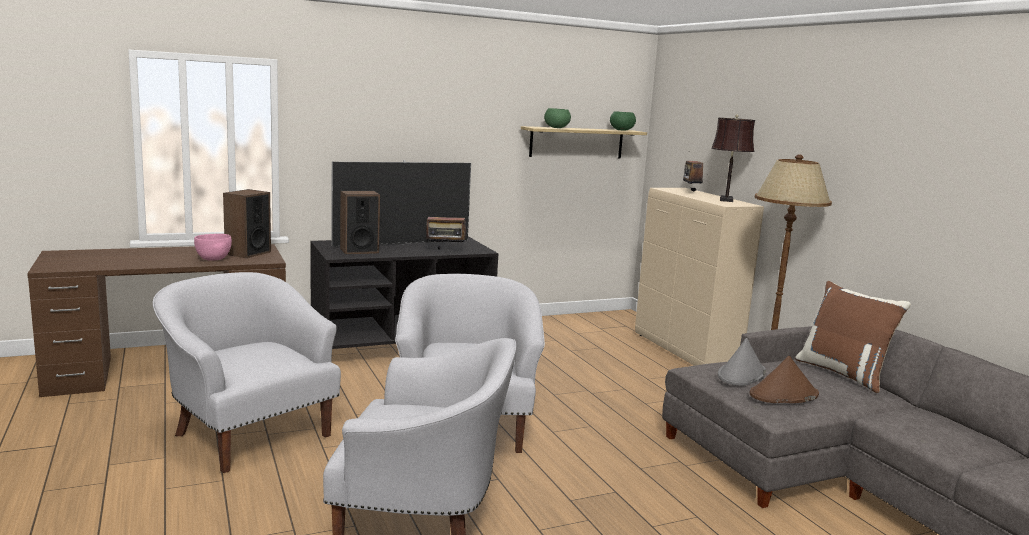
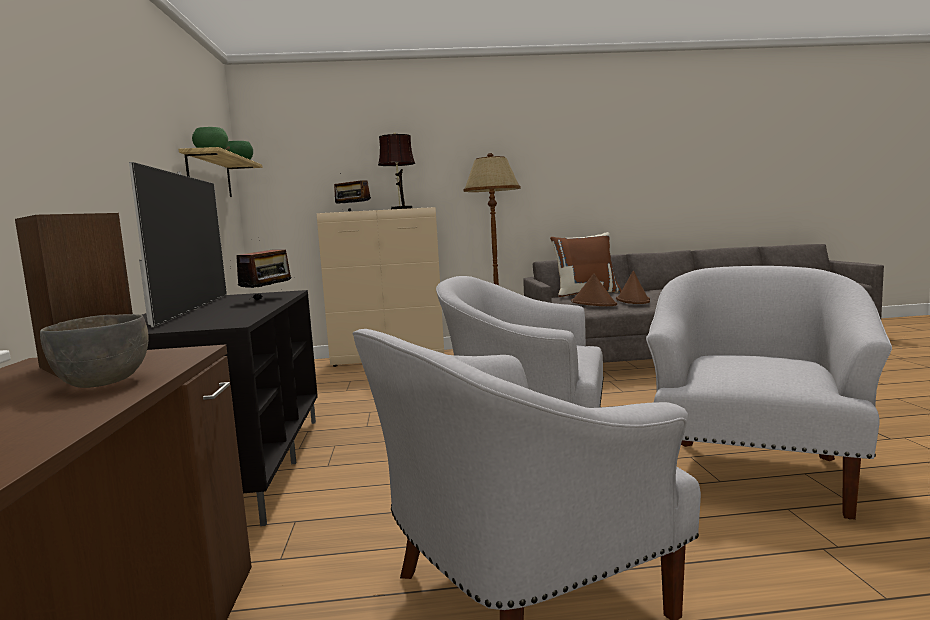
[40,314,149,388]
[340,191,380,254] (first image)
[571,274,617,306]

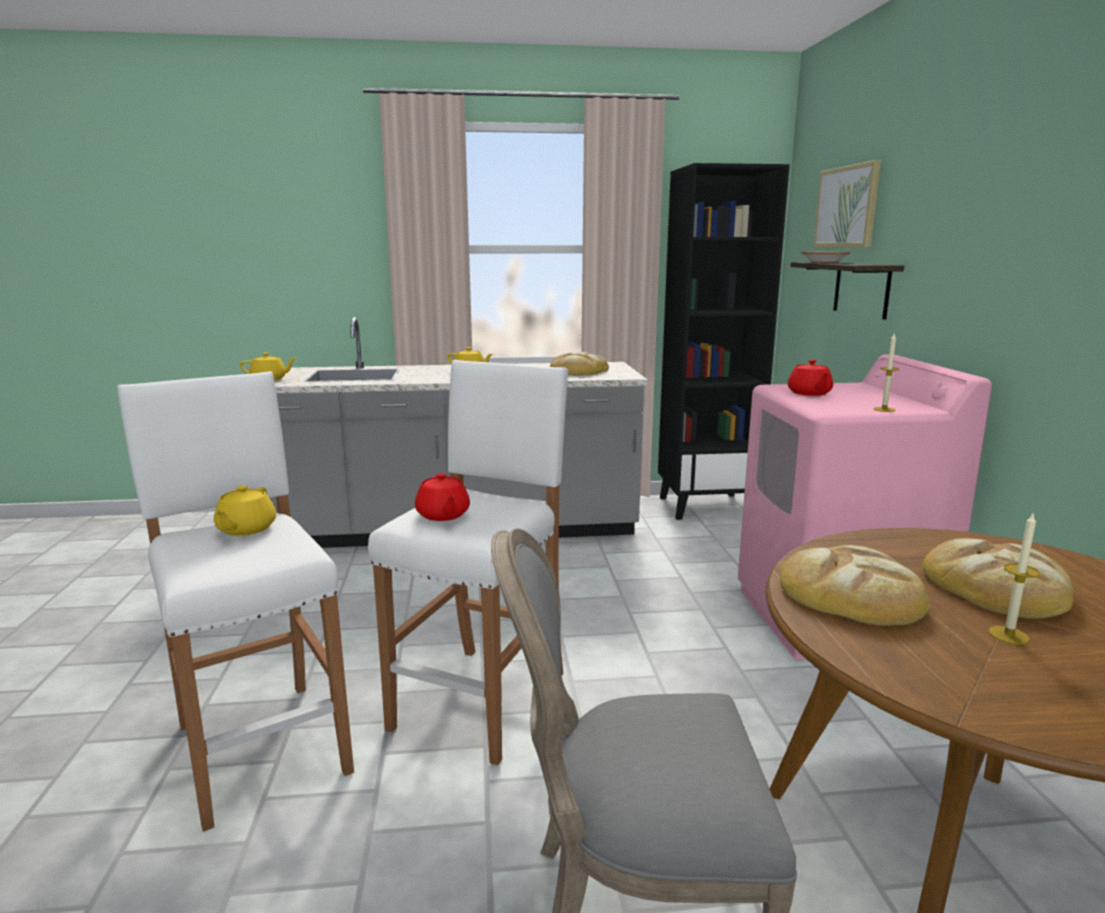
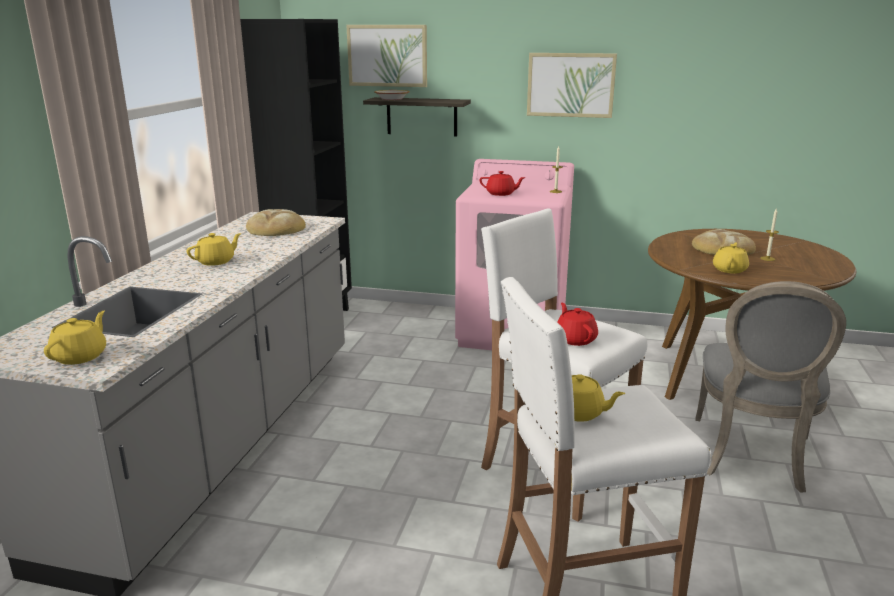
[557,303,598,346]
[713,242,749,274]
[527,53,617,118]

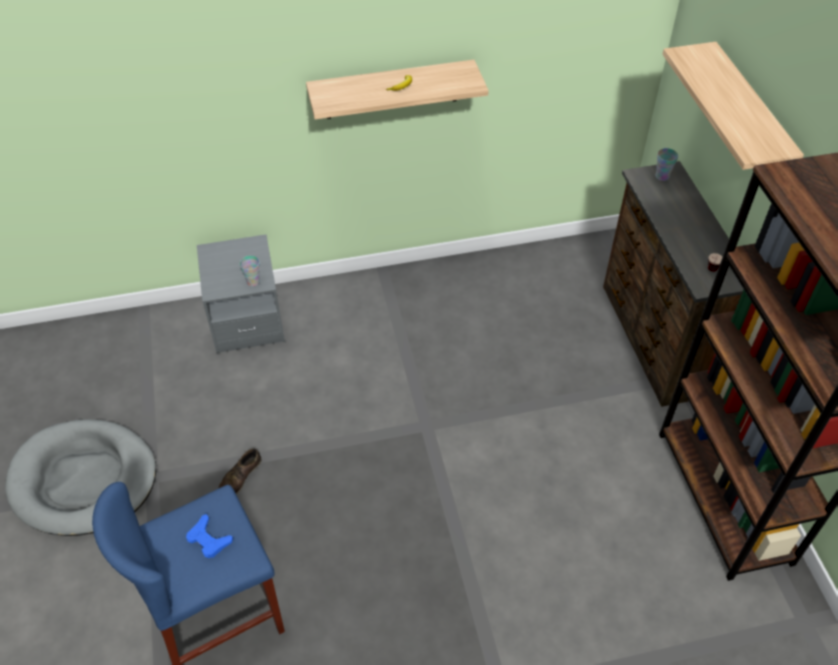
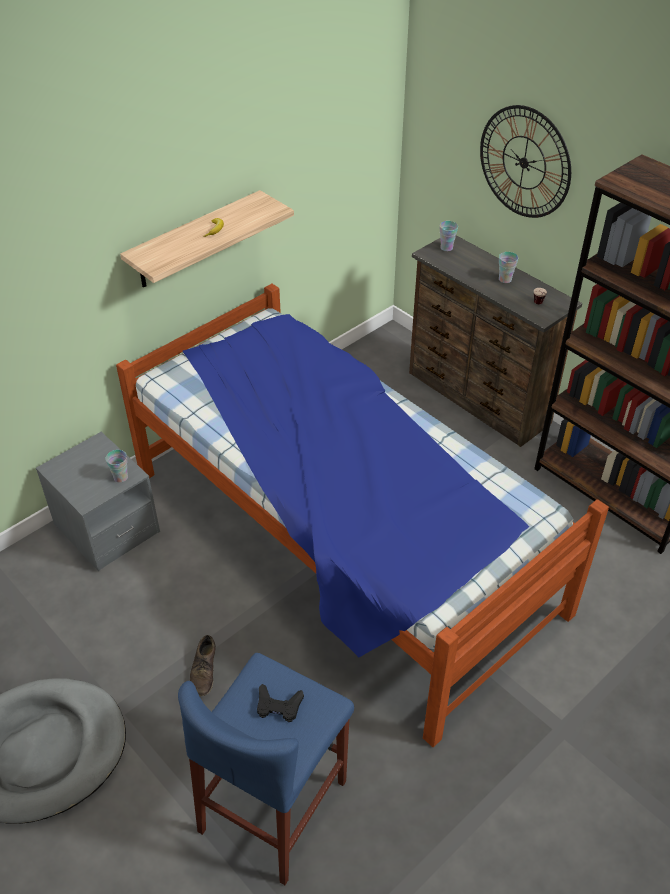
[257,684,304,722]
[480,105,571,218]
[116,284,609,747]
[499,252,518,283]

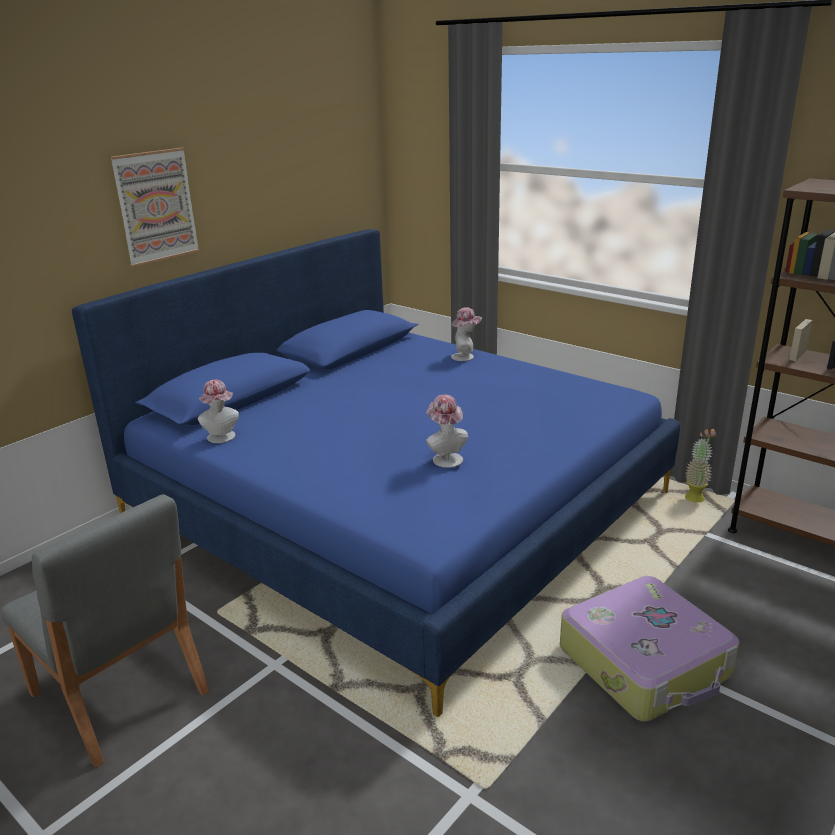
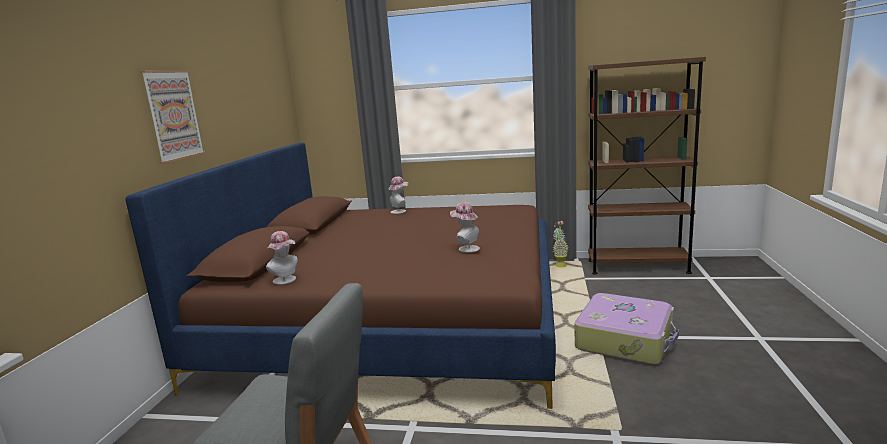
[125,143,556,409]

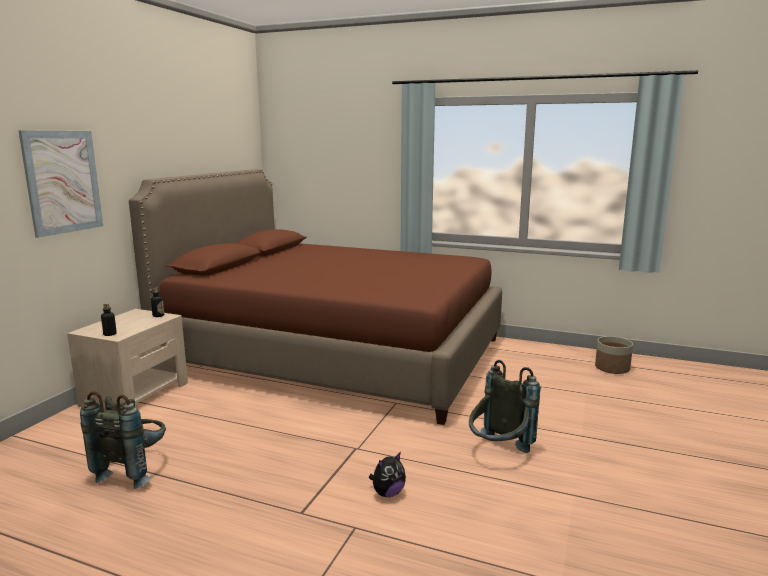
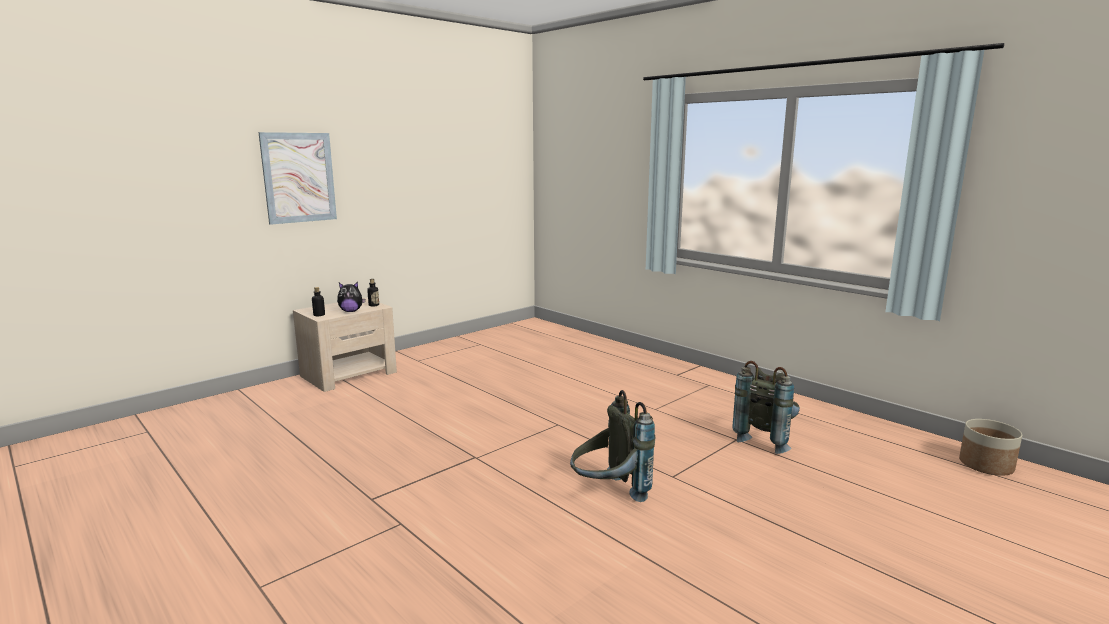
[732,361,800,454]
[129,169,502,425] (first image)
[337,282,365,312]
[959,419,1022,476]

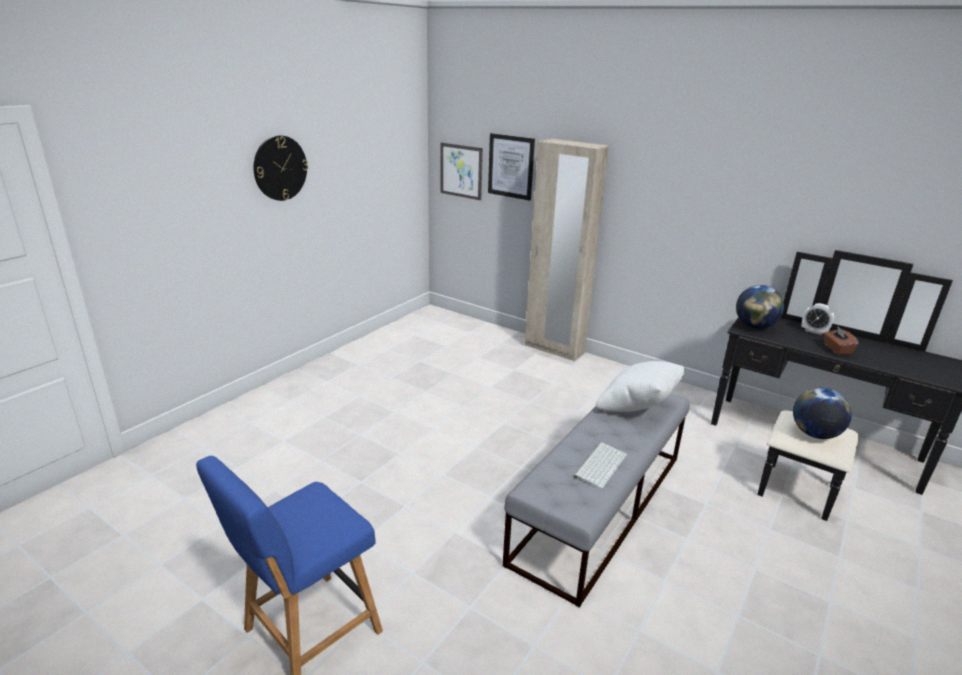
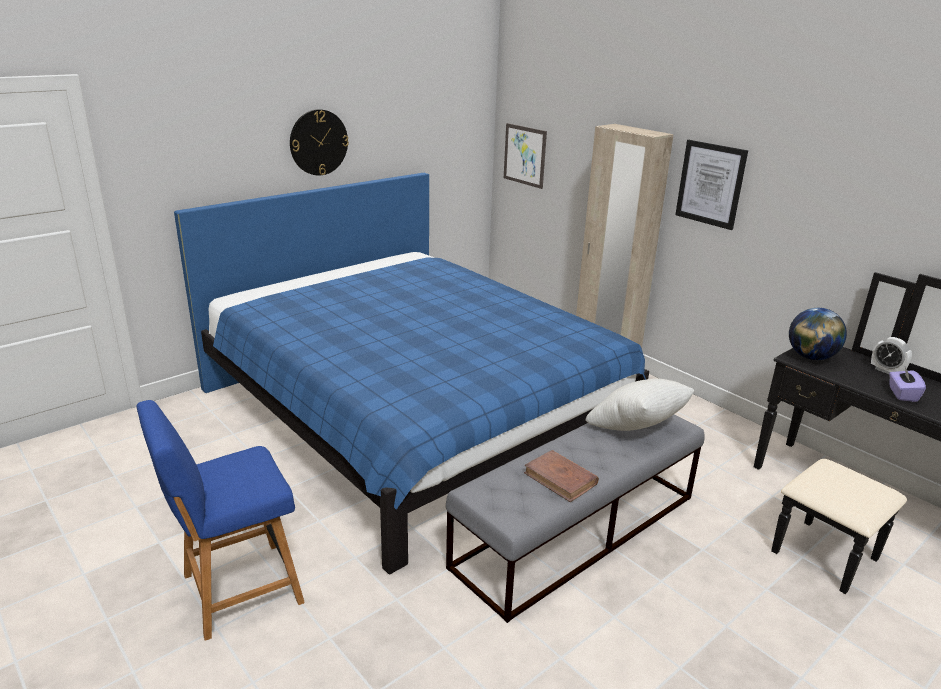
[675,140,748,230]
[524,450,599,502]
[793,387,852,439] (first image)
[889,367,926,402]
[174,173,649,574]

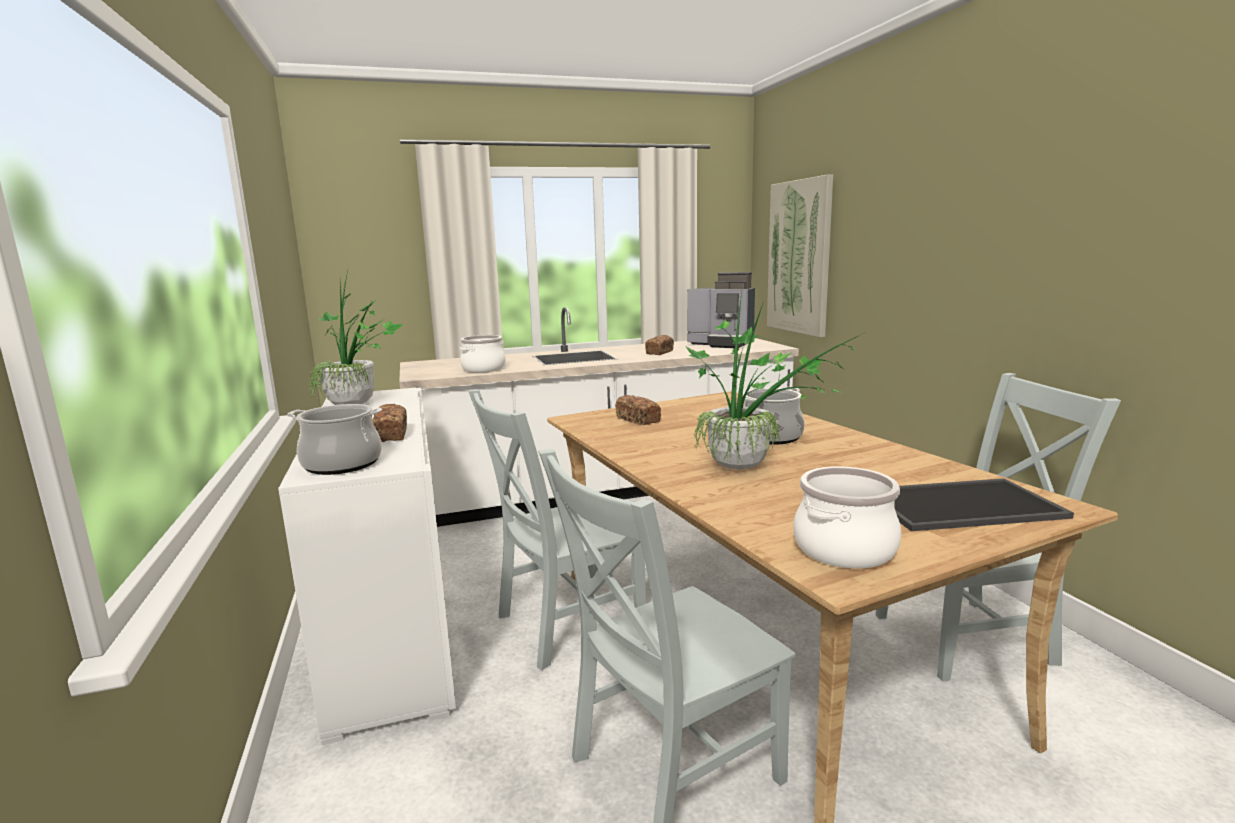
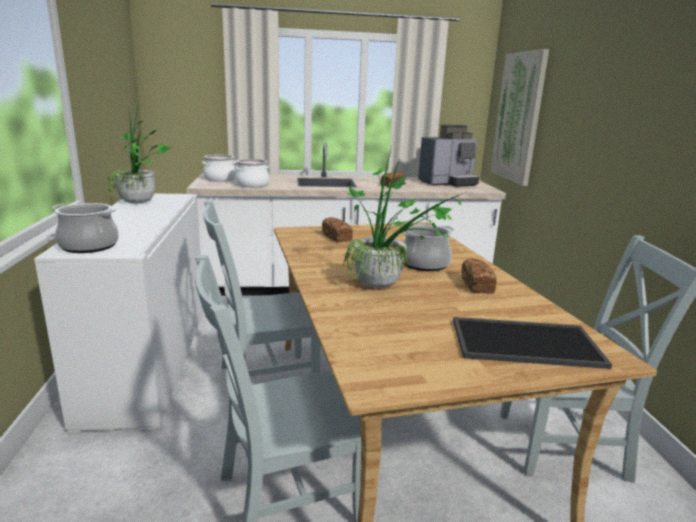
[461,258,497,294]
[418,125,479,187]
[202,155,236,182]

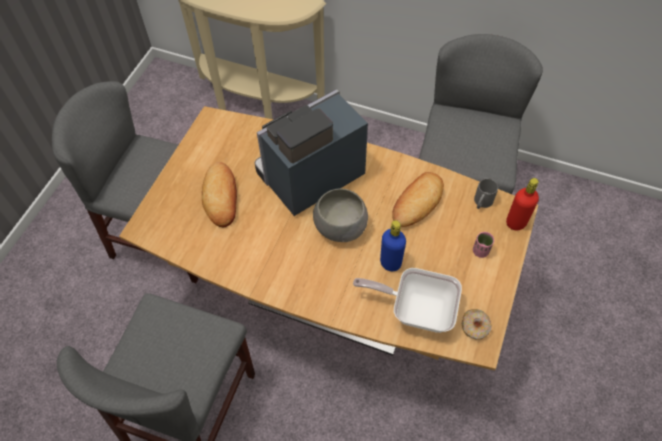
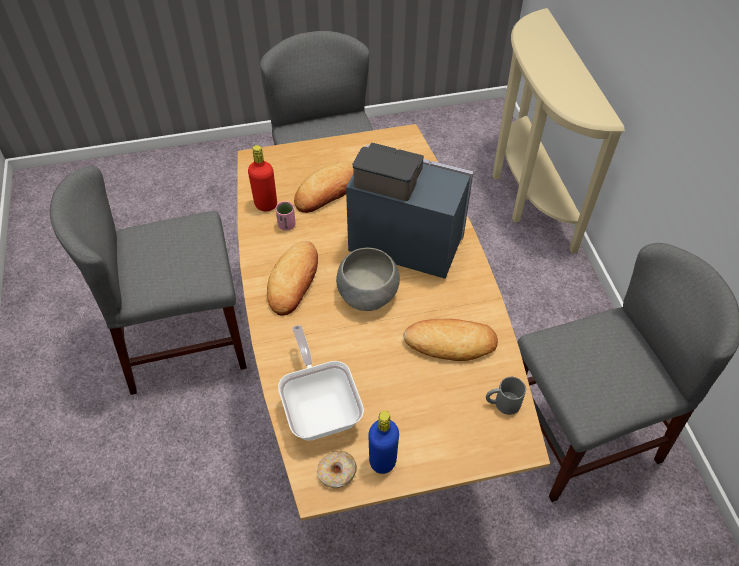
[368,411,399,474]
[275,201,296,231]
[248,145,277,211]
[267,241,318,316]

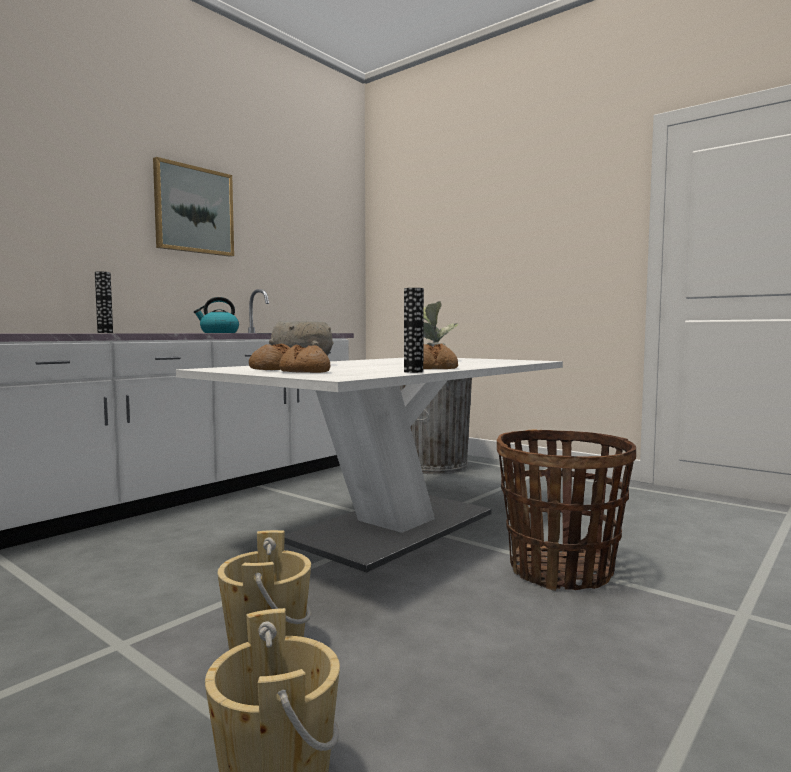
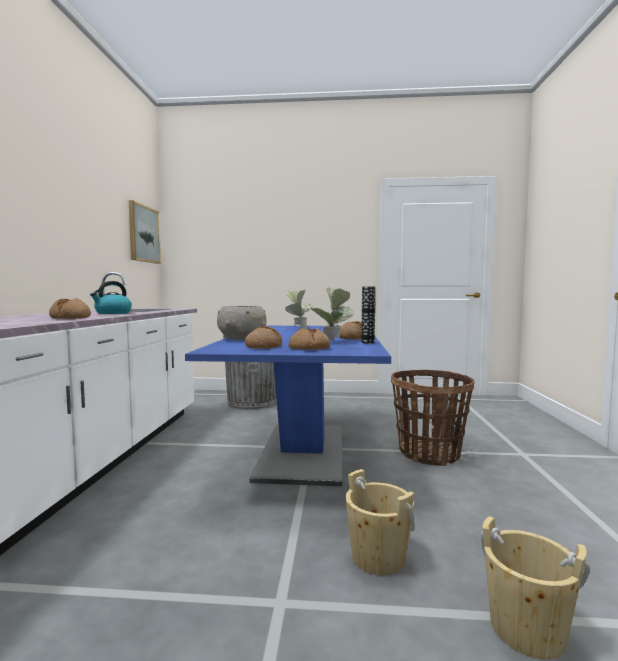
[95,271,113,333] (first image)
[129,200,161,264]
[185,326,391,486]
[49,298,91,319]
[311,287,354,341]

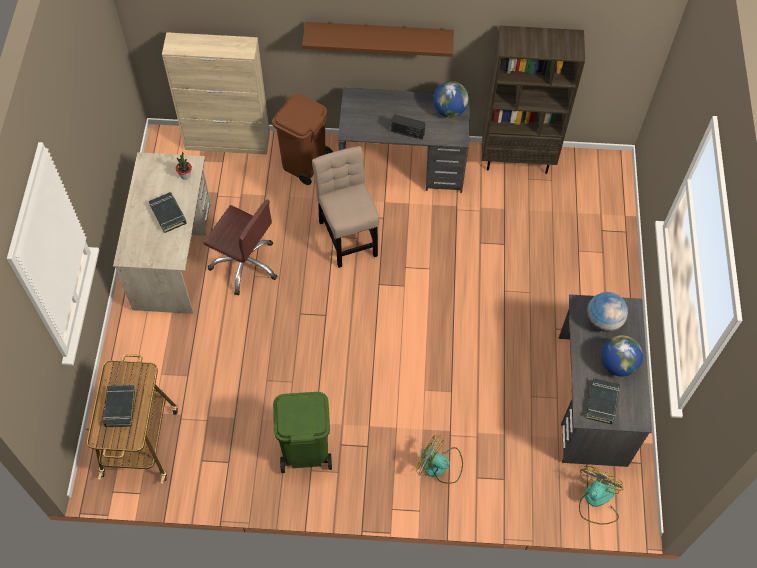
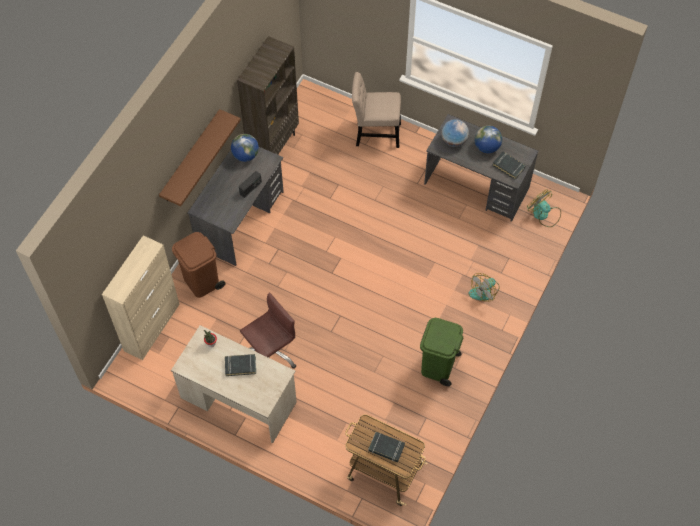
[352,72,401,148]

